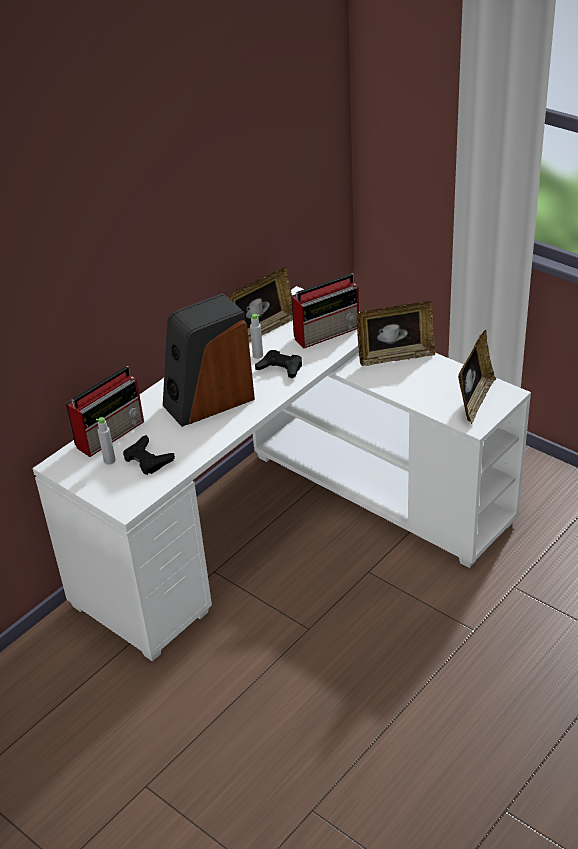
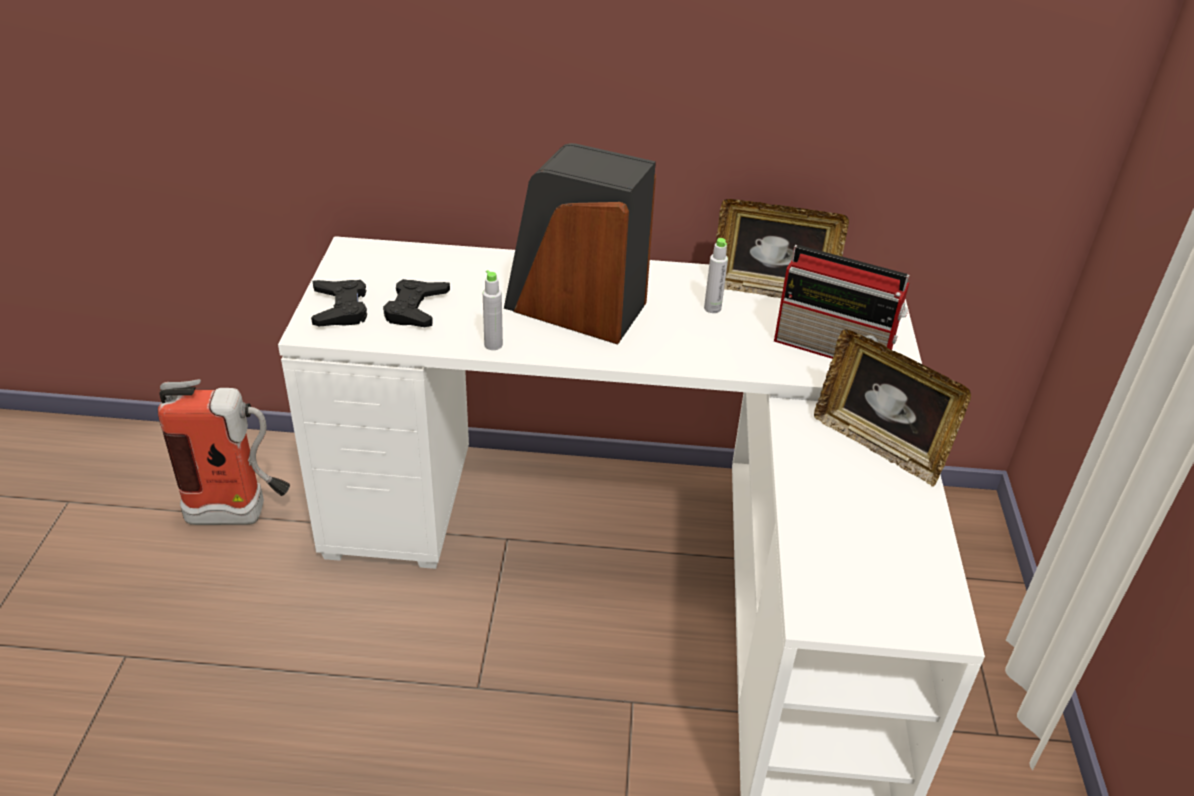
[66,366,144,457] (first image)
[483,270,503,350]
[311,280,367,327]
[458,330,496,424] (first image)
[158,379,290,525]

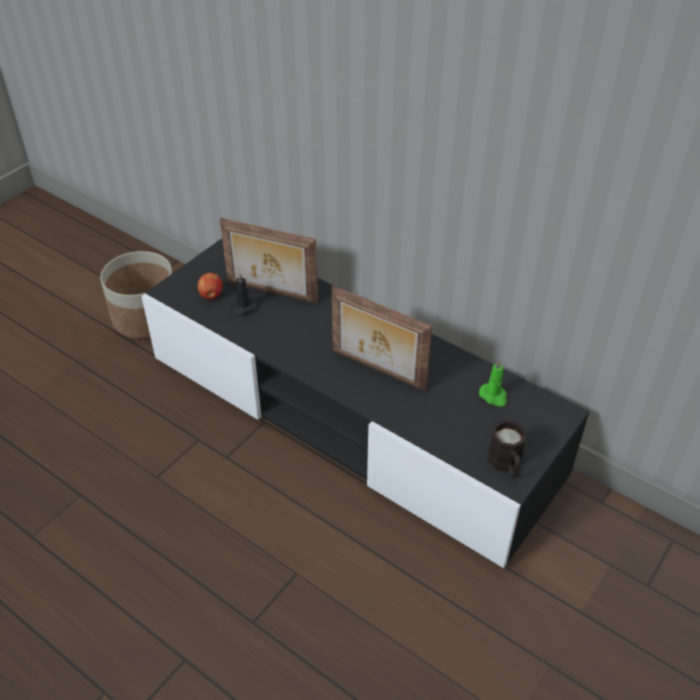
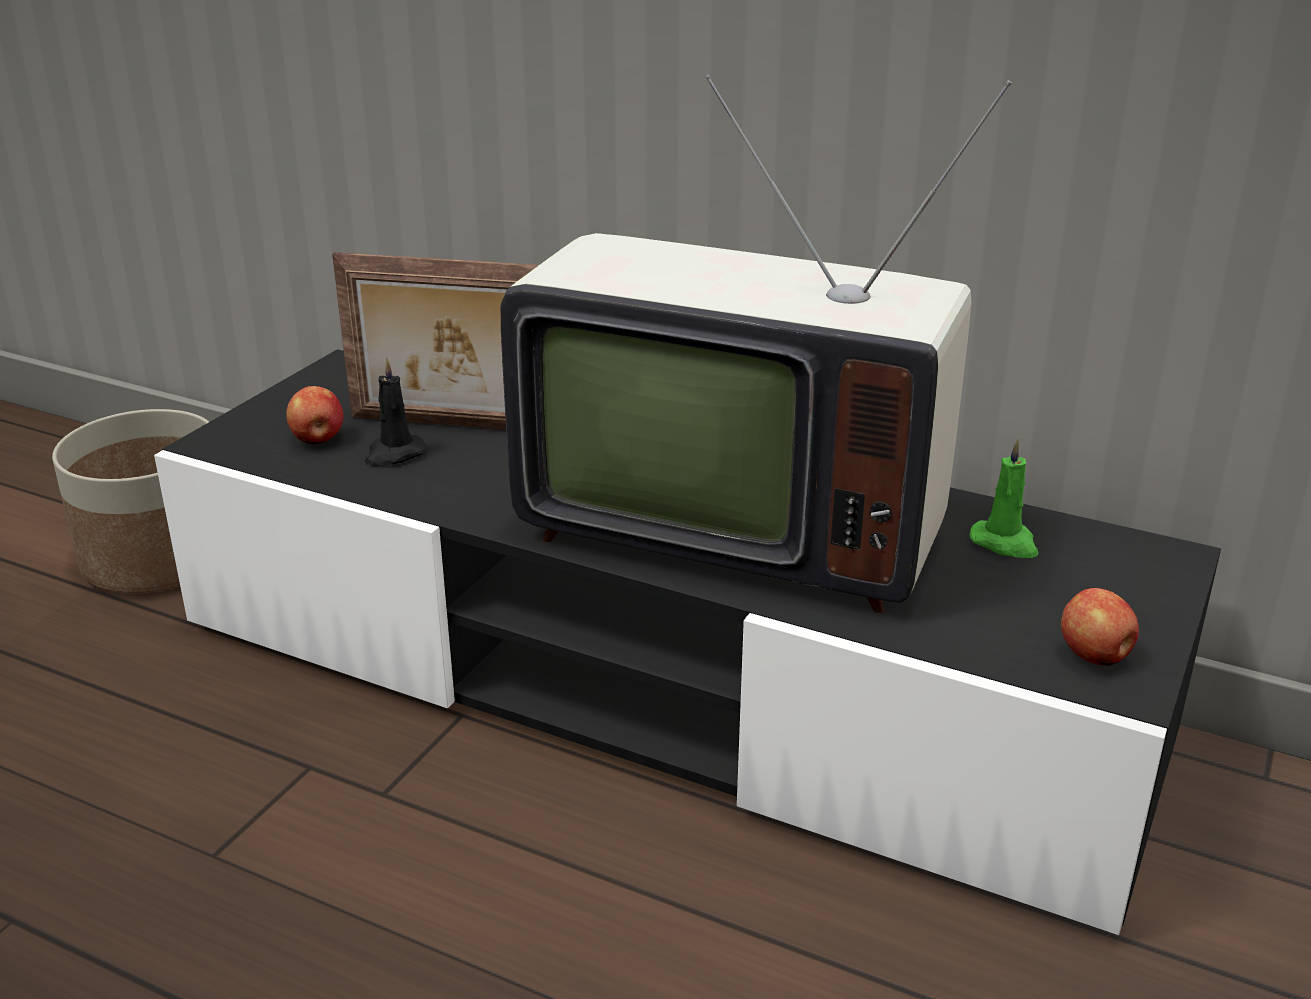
[501,74,1012,614]
[1061,588,1139,666]

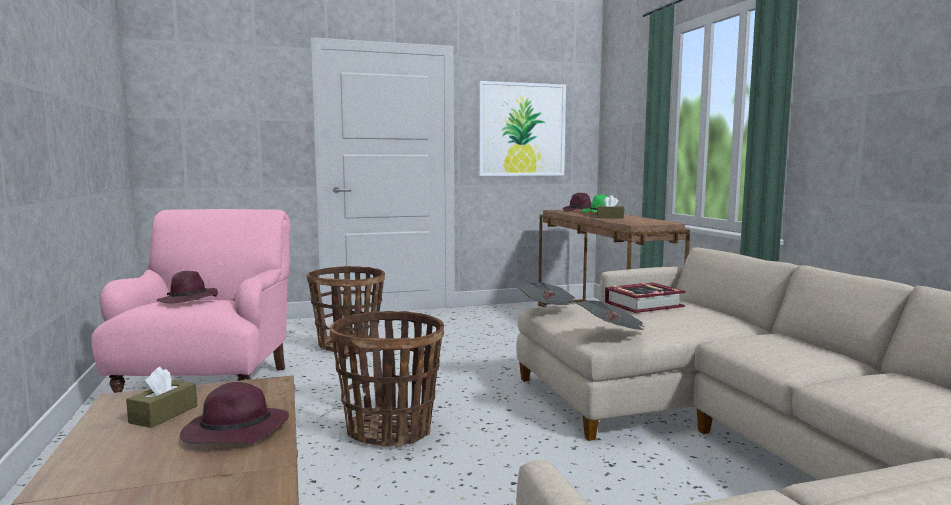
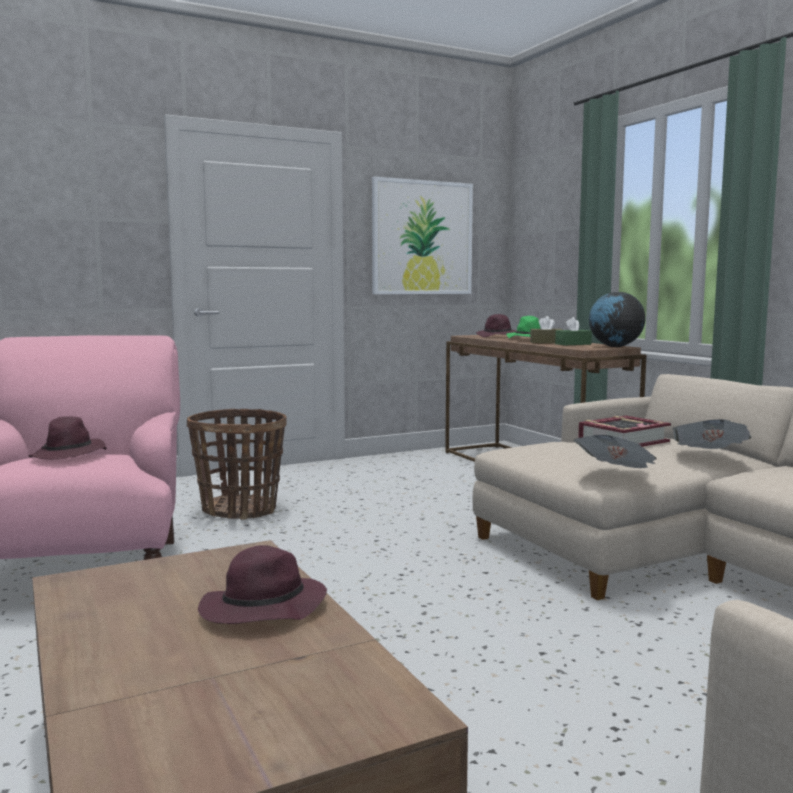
[126,367,197,428] (first image)
[330,311,444,447] (first image)
[672,419,751,449]
[555,317,592,345]
[589,292,646,347]

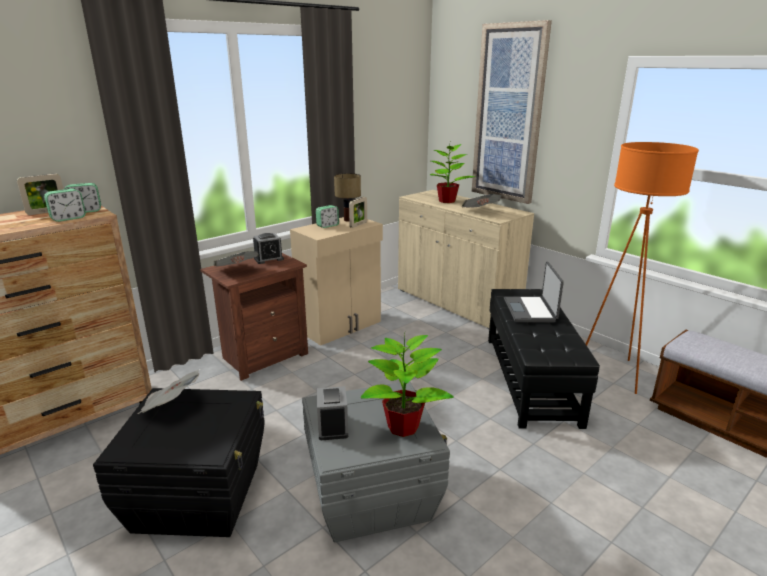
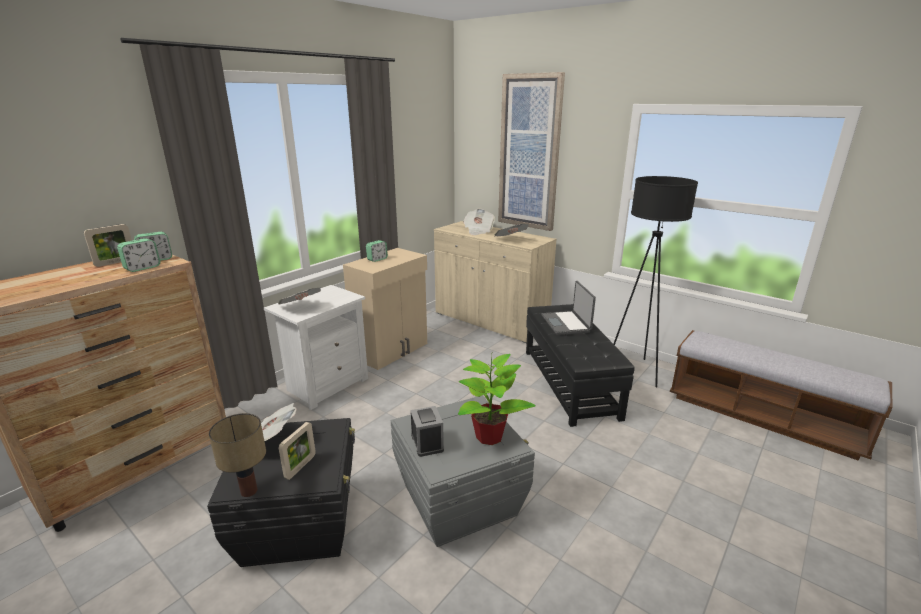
[264,285,368,410]
[253,233,284,264] (first image)
[209,413,266,497]
[279,422,316,480]
[463,209,495,235]
[613,176,698,387]

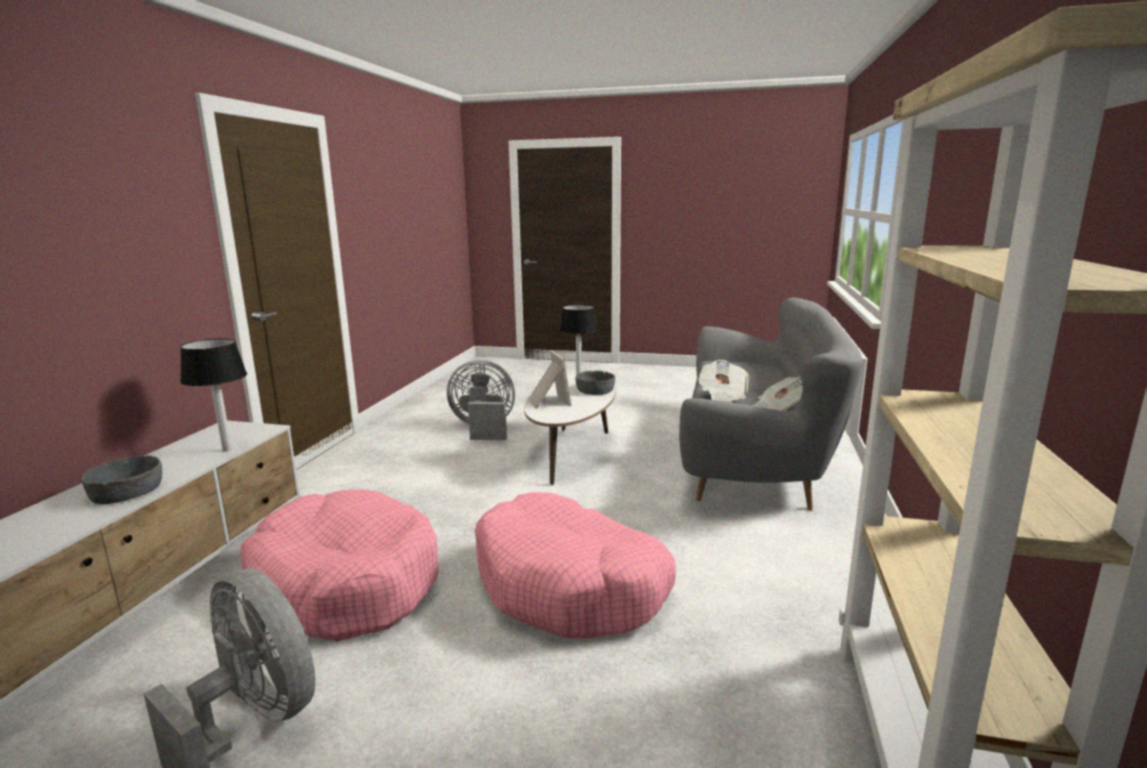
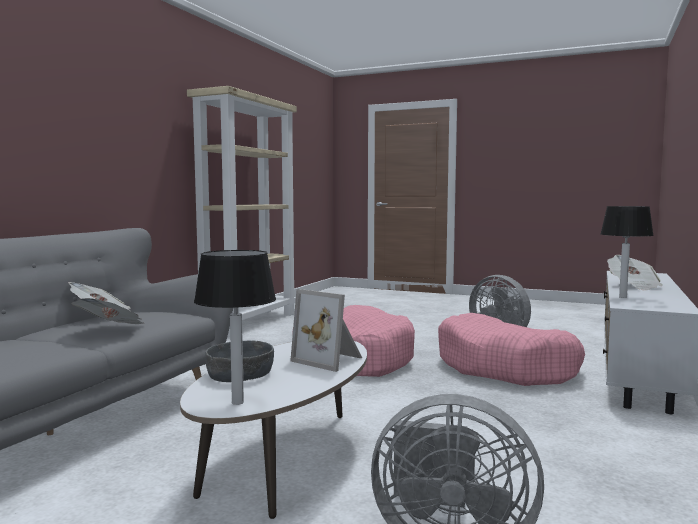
[607,255,663,291]
[290,289,362,372]

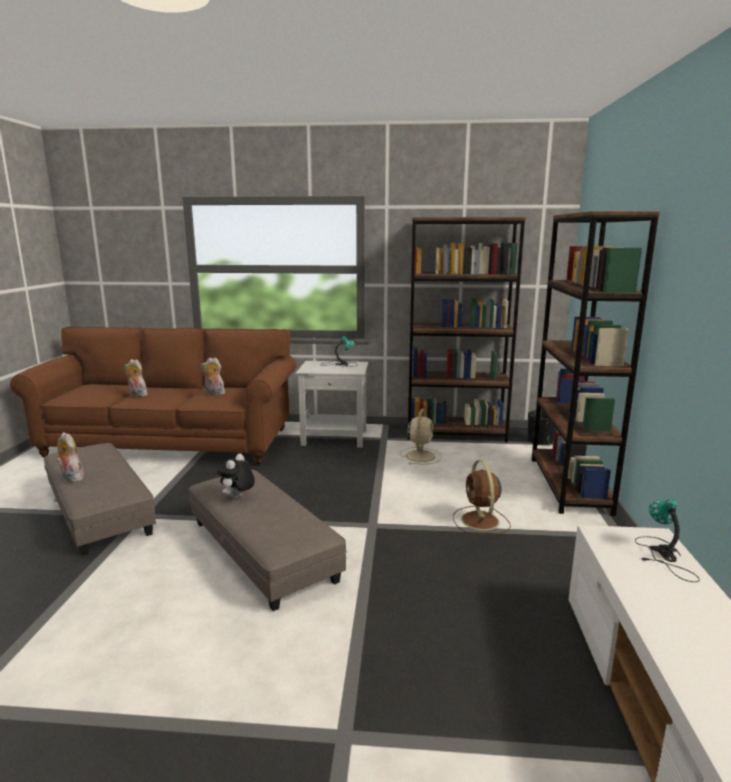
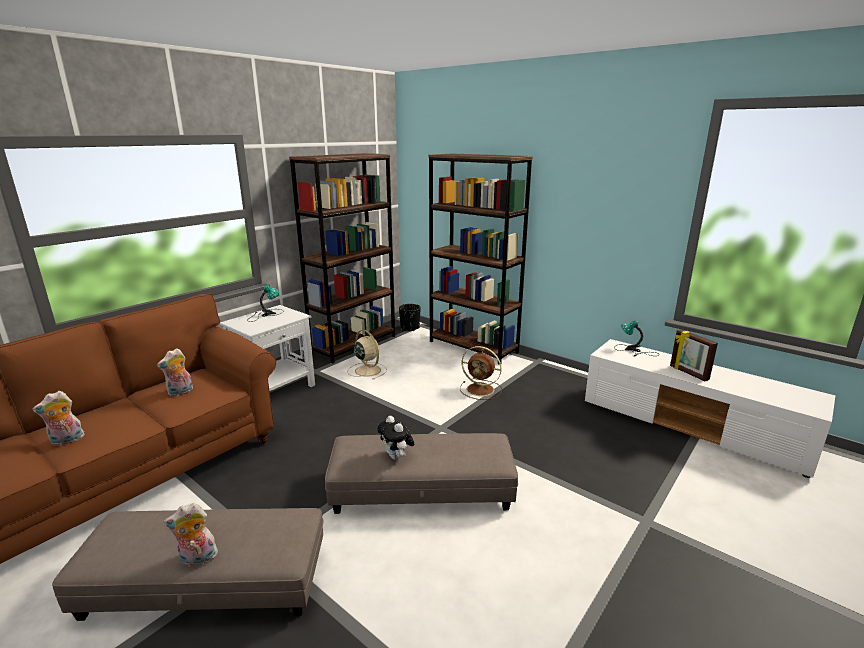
[670,329,718,381]

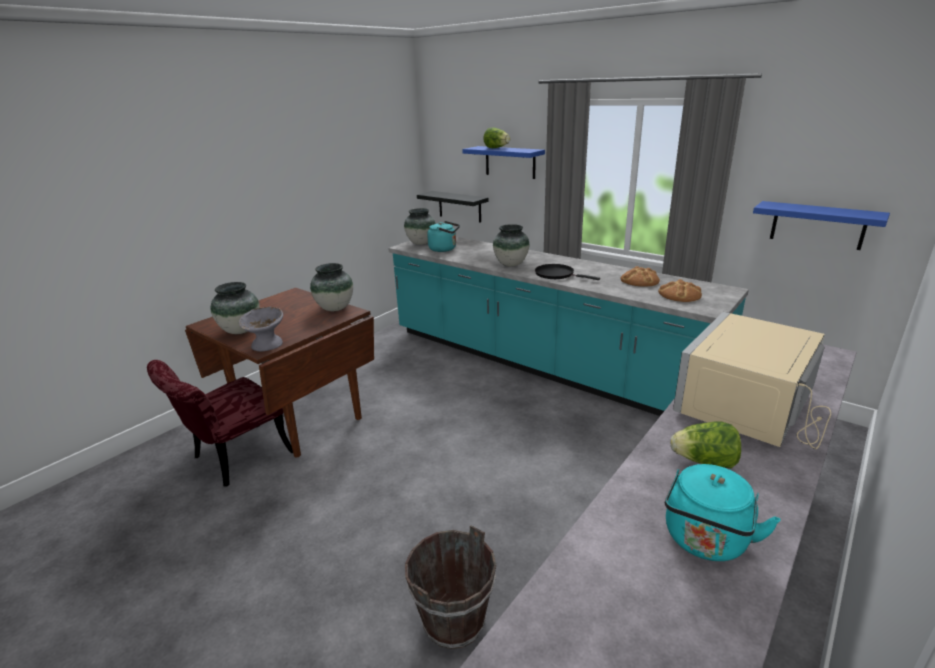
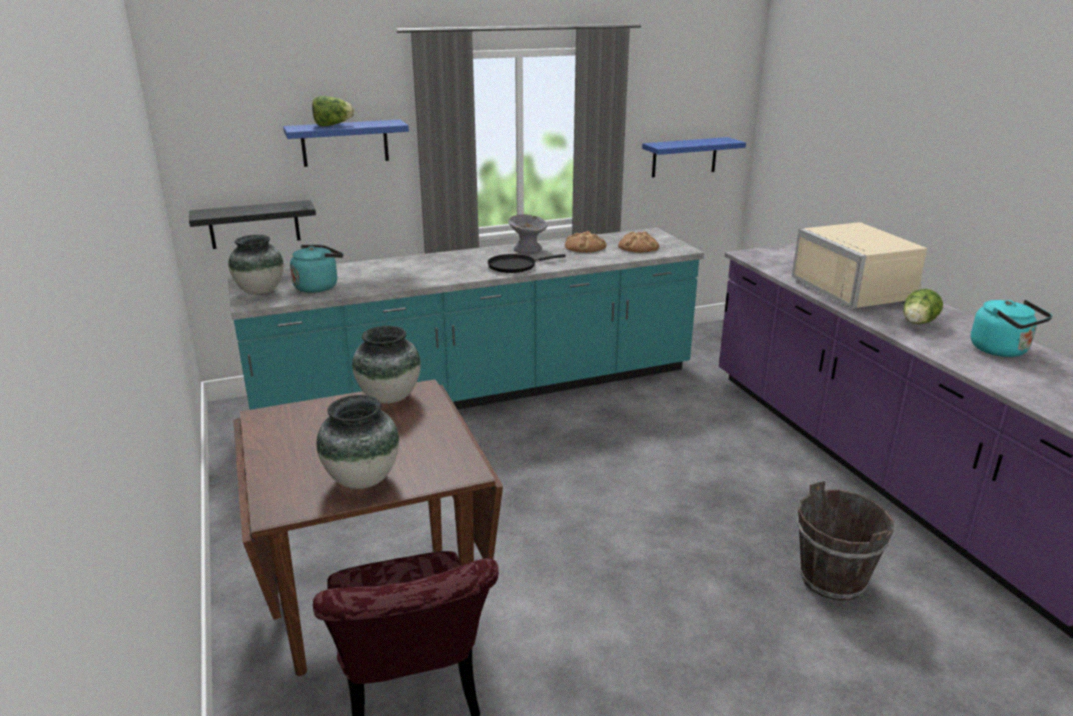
[508,214,548,253]
[493,224,529,267] (first image)

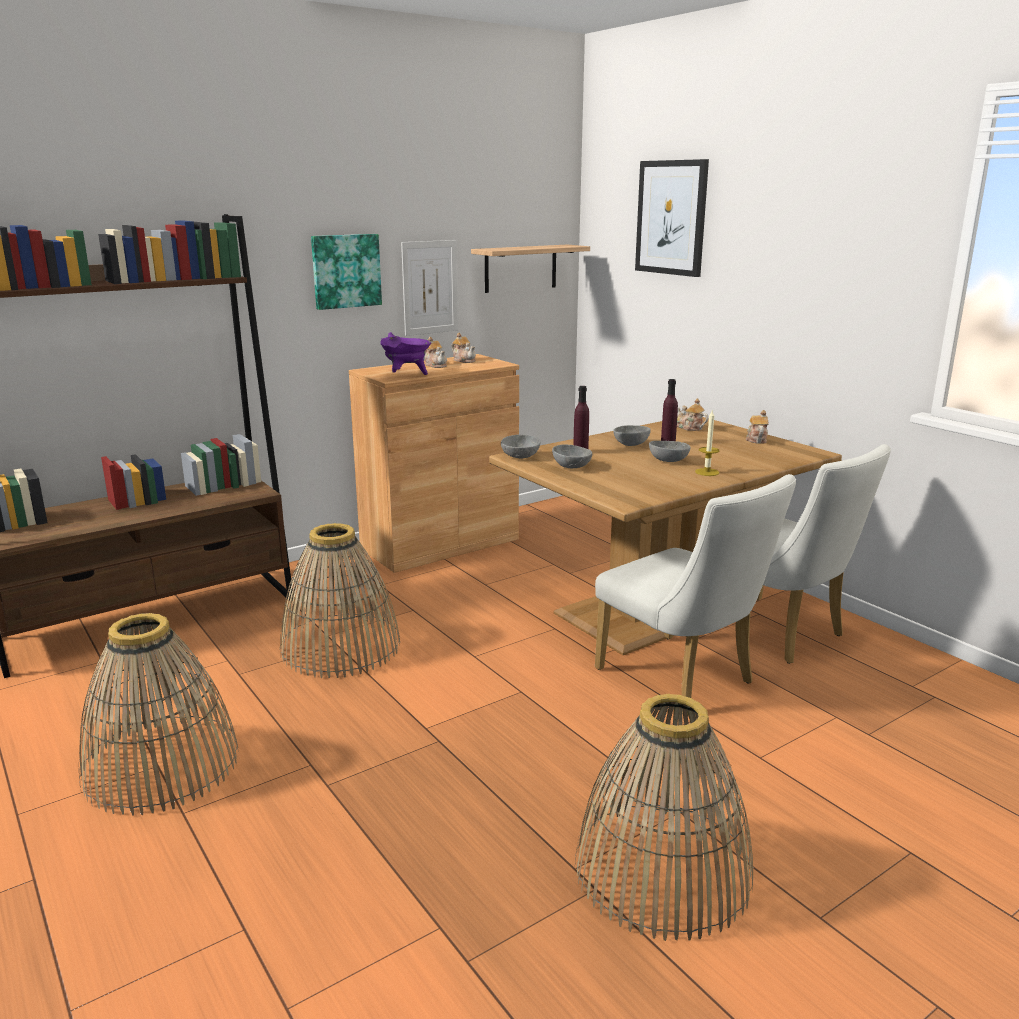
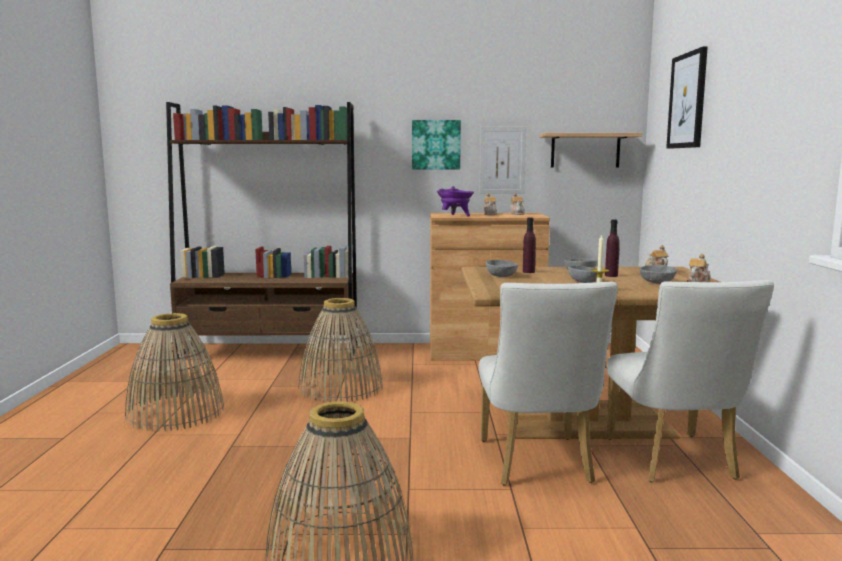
[640,265,677,284]

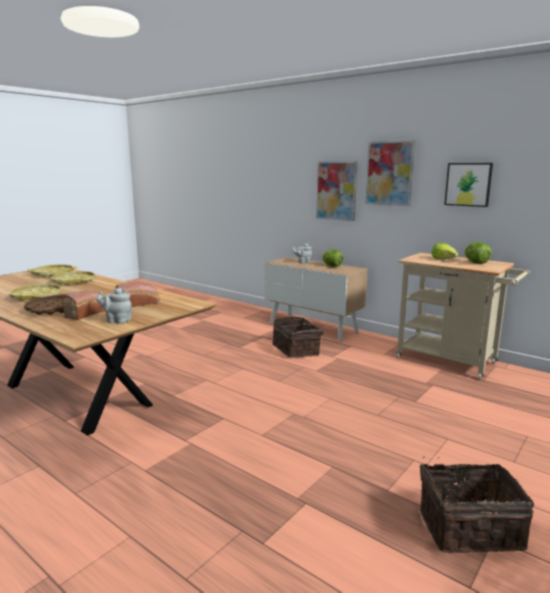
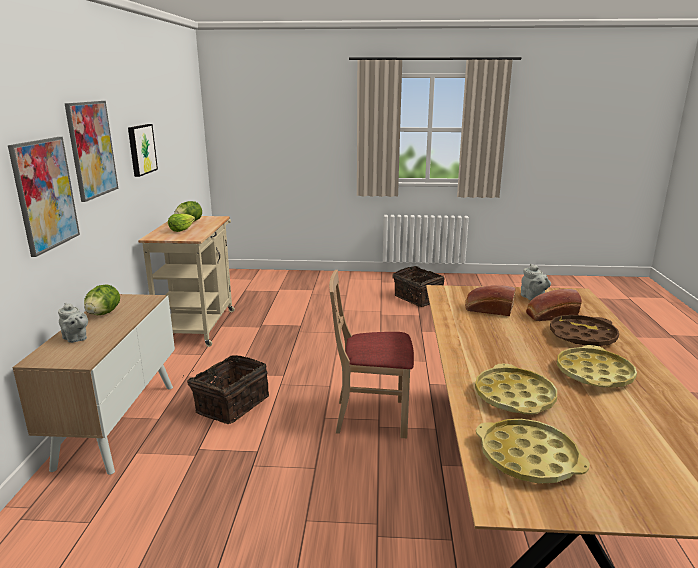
[329,270,414,438]

